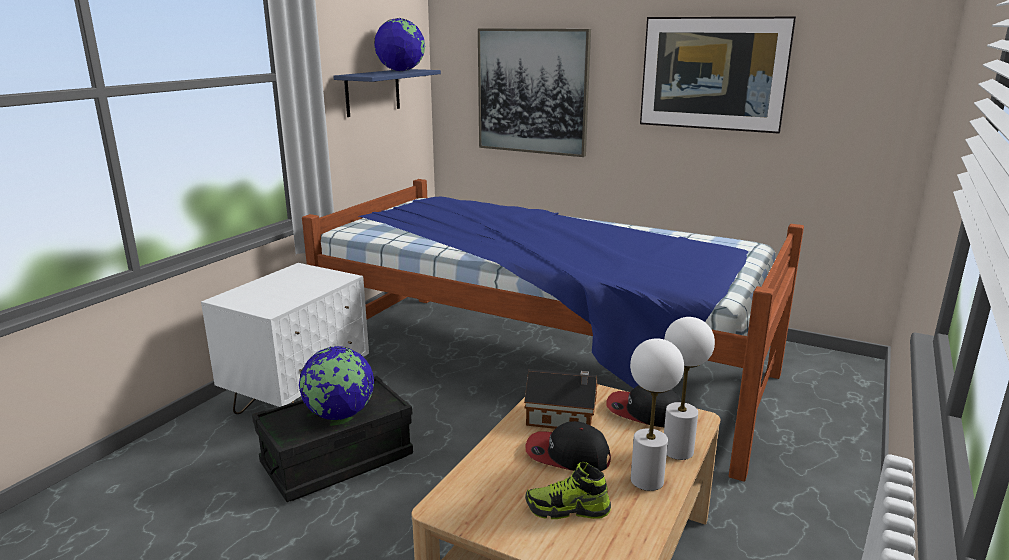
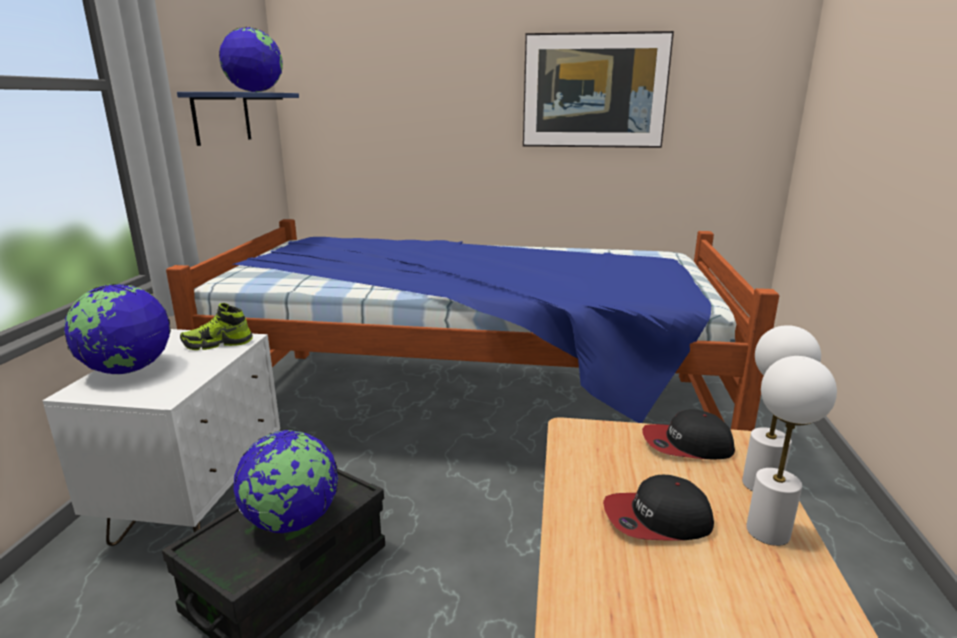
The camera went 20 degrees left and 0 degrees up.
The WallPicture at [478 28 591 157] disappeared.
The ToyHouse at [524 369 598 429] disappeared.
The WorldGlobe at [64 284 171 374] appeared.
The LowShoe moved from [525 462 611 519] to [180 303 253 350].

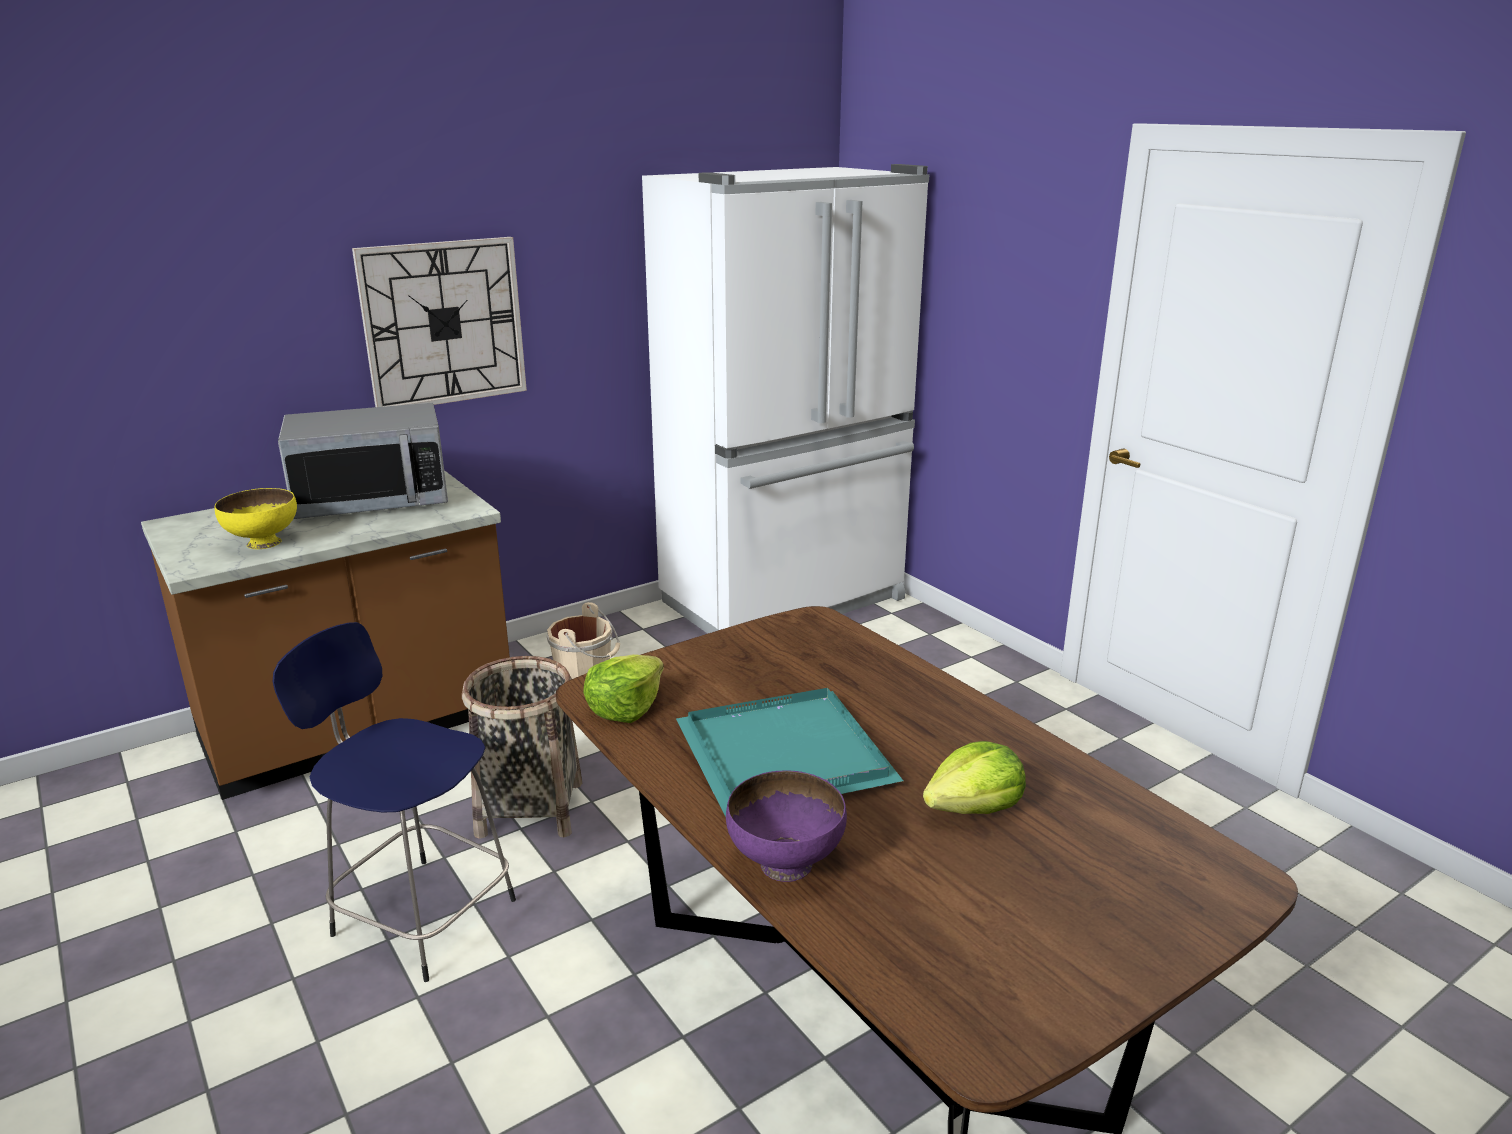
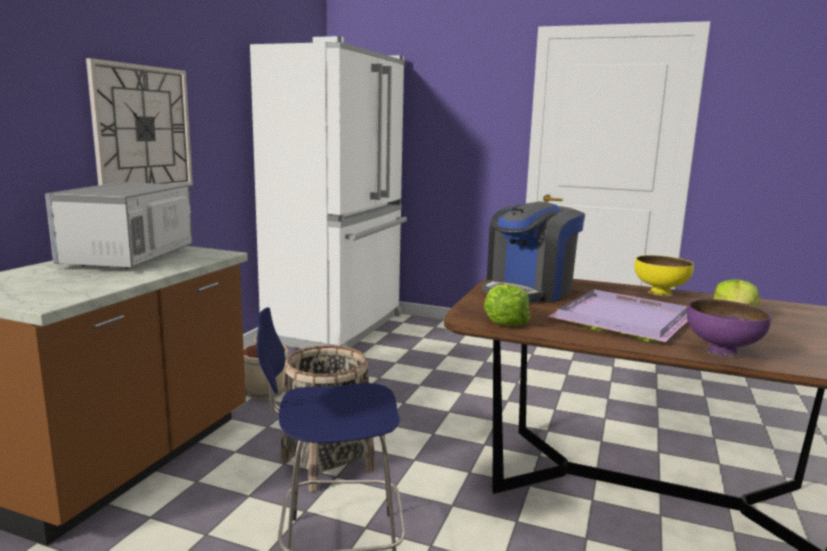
The camera went 35 degrees left and 10 degrees down.
The CoffeeMaker at [482 202 585 303] appeared.
The YellowishBowl moved from [215 488 297 549] to [634 255 694 296].
The TurquoiseColouredCarryingTray at [676 688 903 817] became the PurpleCarryingTray at [547 290 688 342].
The KitchenMicrowave at [278 403 448 519] turned 150 degrees clockwise.

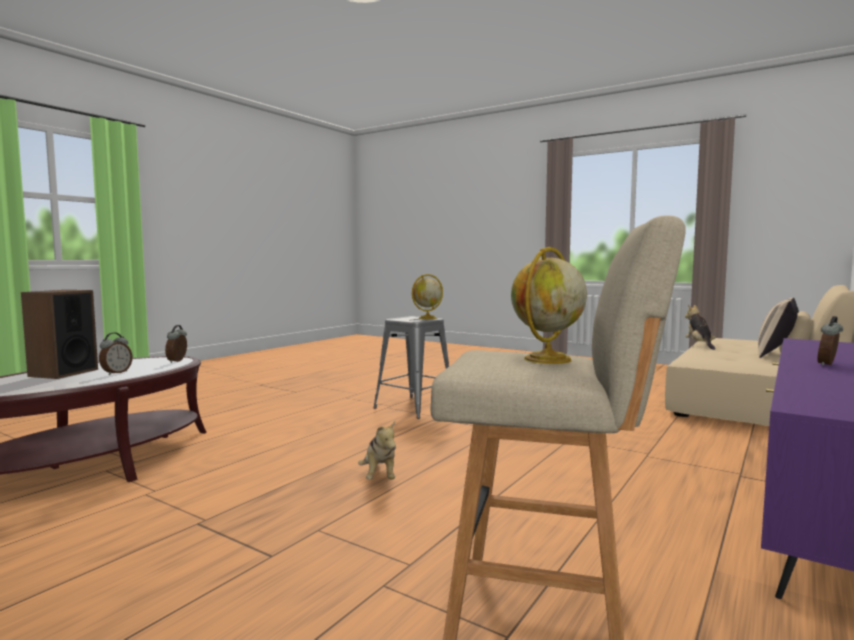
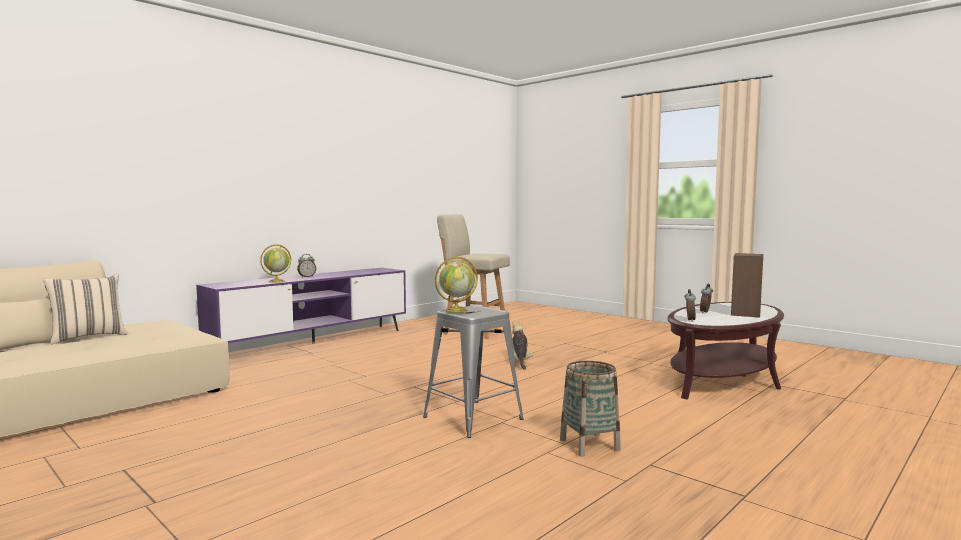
The camera went 170 degrees left and 0 degrees up.
The SoftToy at [685 305 716 350] disappeared.
The HouseholdBasket at [560 361 621 456] appeared.
The WorldGlobe moved from [511 247 587 364] to [260 244 291 283].

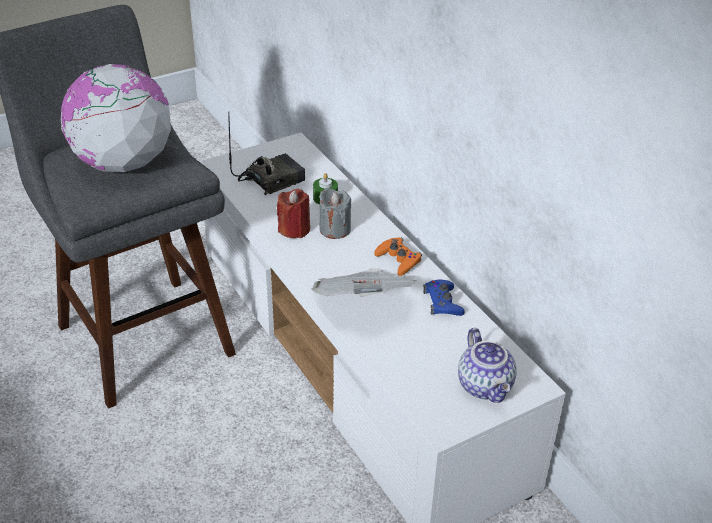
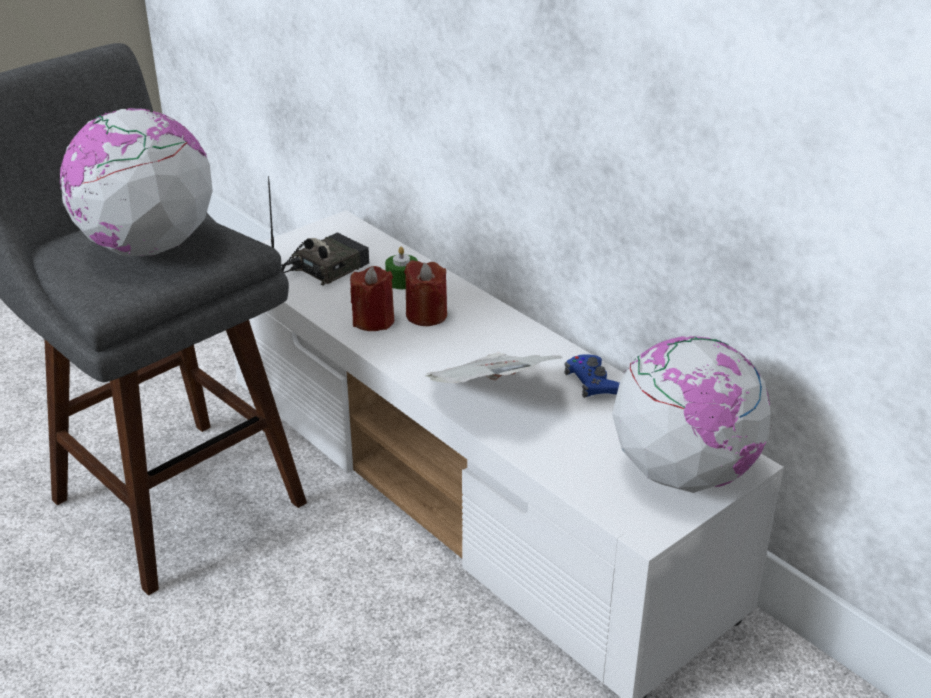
The camera went 10 degrees left and 5 degrees down.
The OrangeColouredJoypad at [374 238 422 276] disappeared.
The Teapot at [458 328 517 403] was replaced by the WorldGlobe at [612 335 772 493].
The GrayWaxLight at [319 188 351 239] became the ReddishWaxLight at [404 260 447 326].

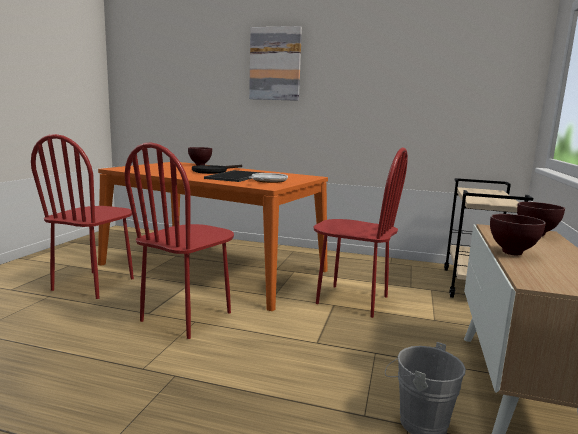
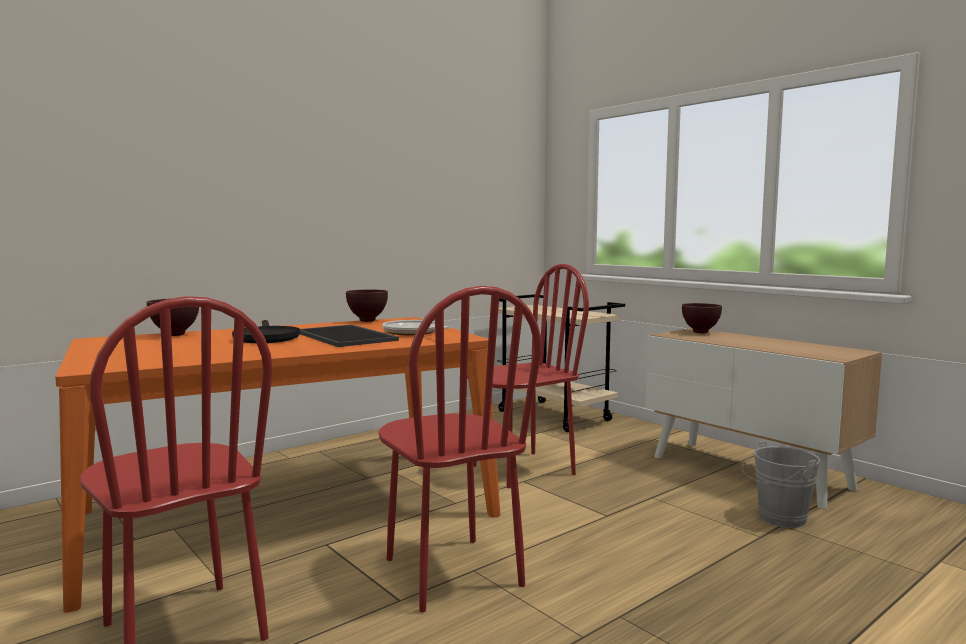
The camera went 55 degrees left and 5 degrees down.
The WallPicture at [249 26 302 101] disappeared.
The BrownishBowl moved from [490 214 546 256] to [346 289 388 322].

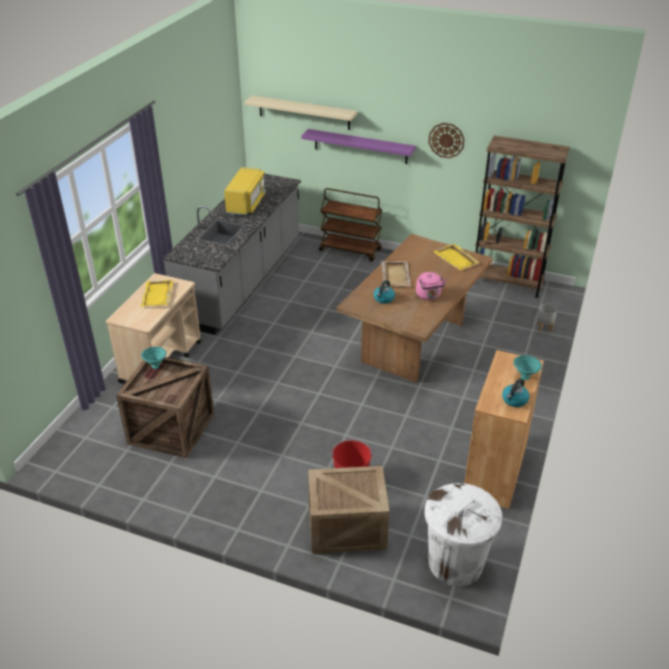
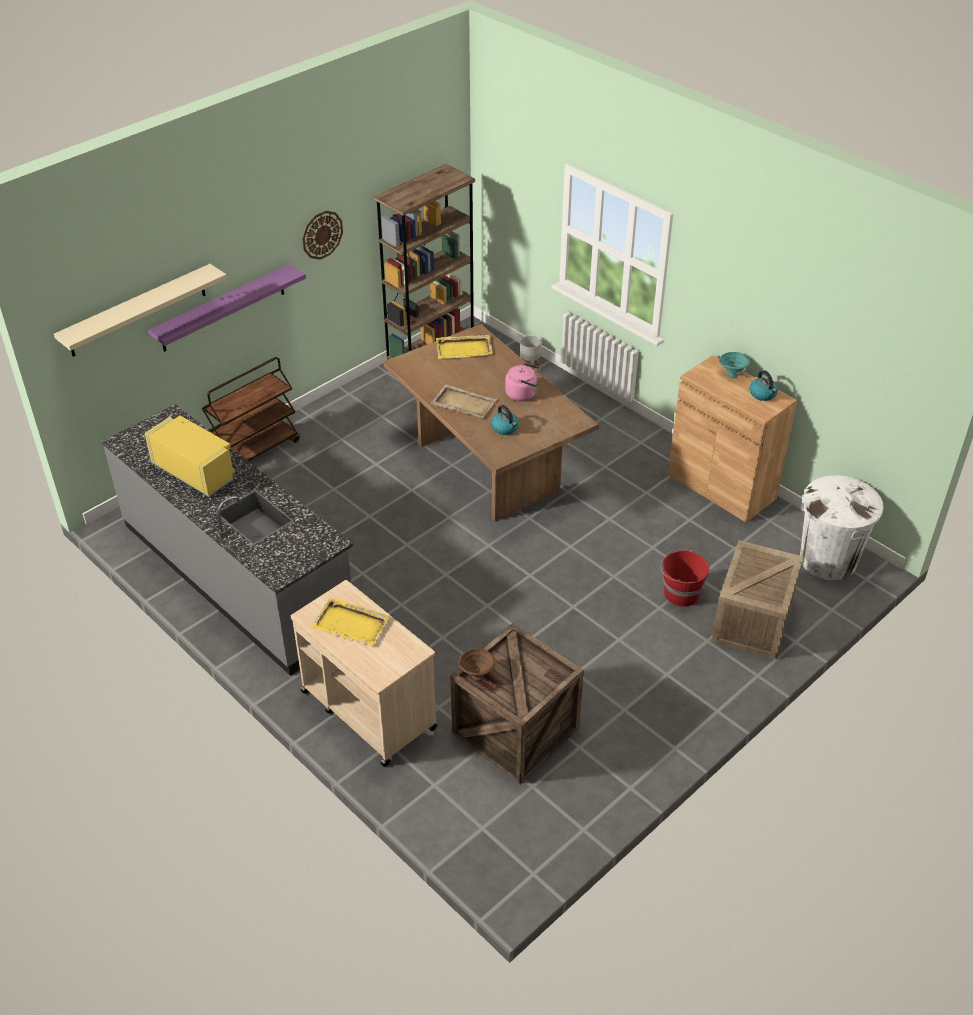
The camera went 65 degrees left and 5 degrees up.
The TurquoiseColouredBowl at [141 347 166 369] became the BrownishBowl at [459 648 495 681].

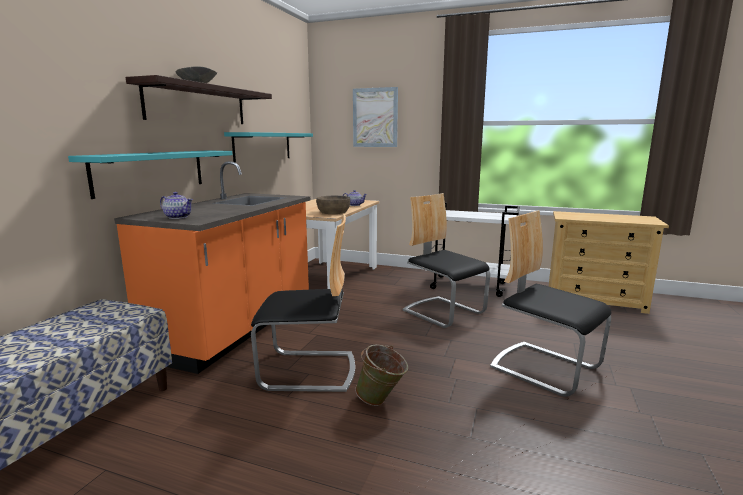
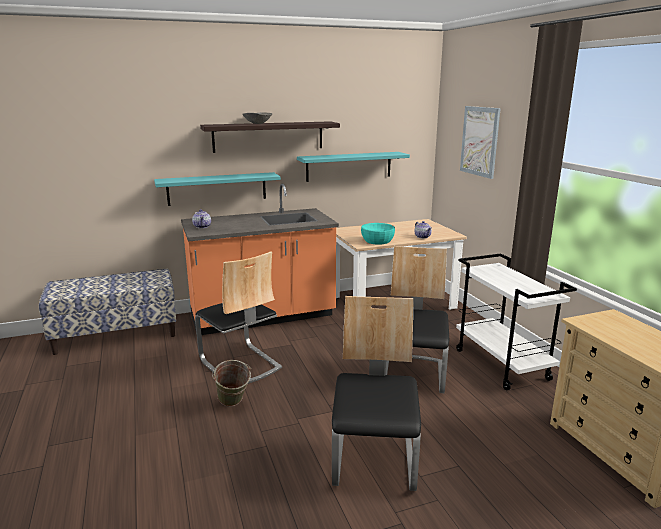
The camera went 50 degrees right and 5 degrees up.
The BrownishBowl at [316 196 350 214] became the TurquoiseColouredBowl at [361 223 395 245].

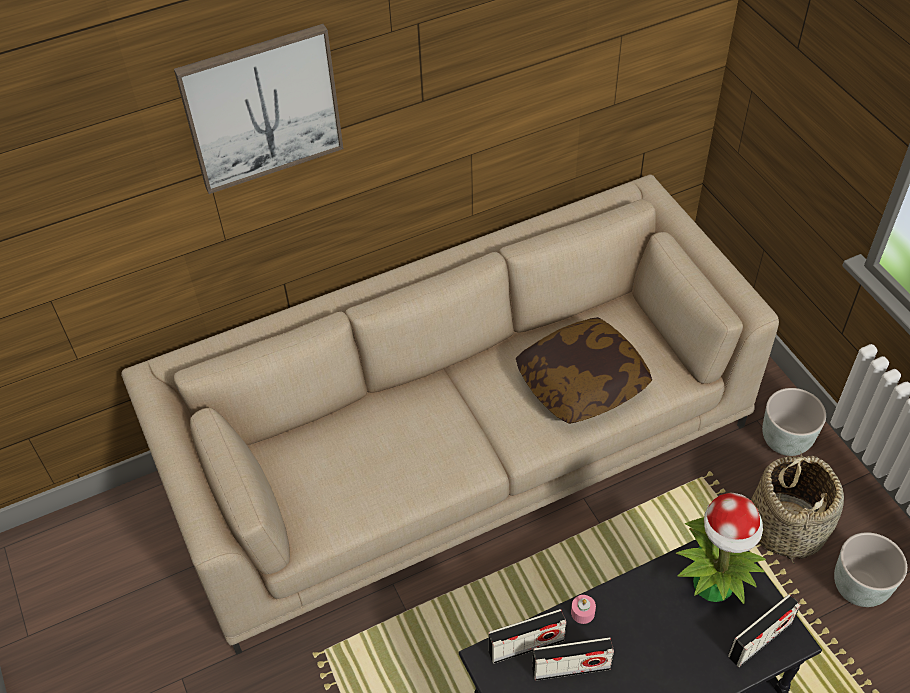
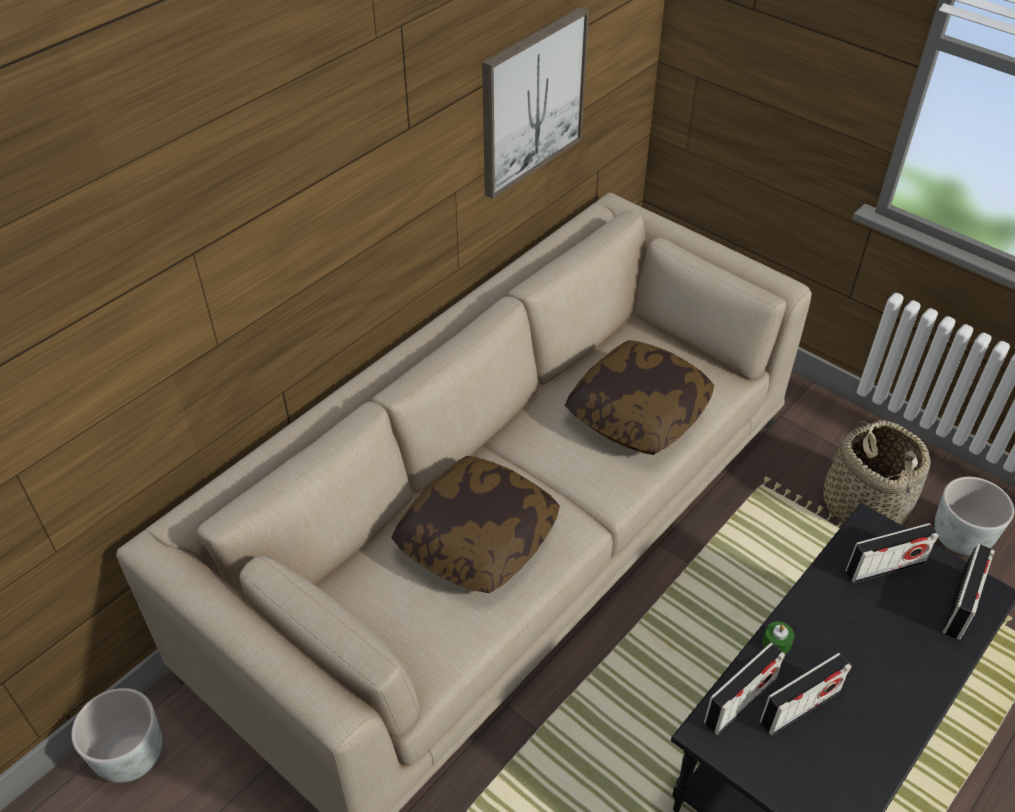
The camera went 25 degrees left and 5 degrees down.
The ThrowPillow at [391 456 560 593] appeared.
The WallPicture moved from [174 24 343 194] to [482 7 589 199].
The GrayPlanter moved from [762 388 826 456] to [72 688 162 783].
The PottedPlant at [676 492 766 604] was replaced by the RadioSet at [846 523 939 583].
The PinkColouredWaxLight at [571 595 596 624] became the GreenColouredWaxLight at [763 622 794 654].

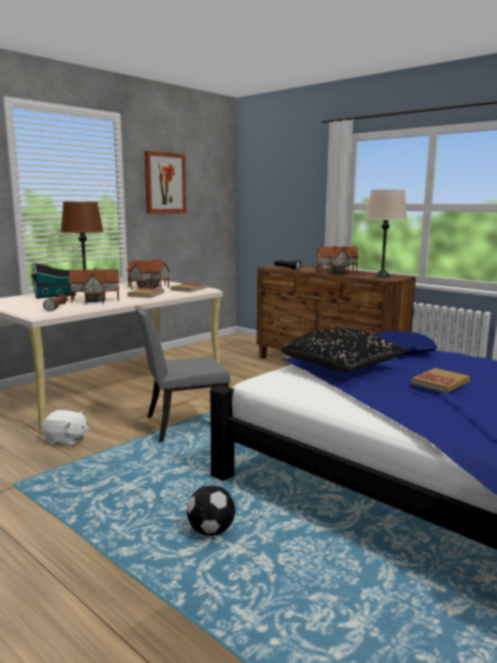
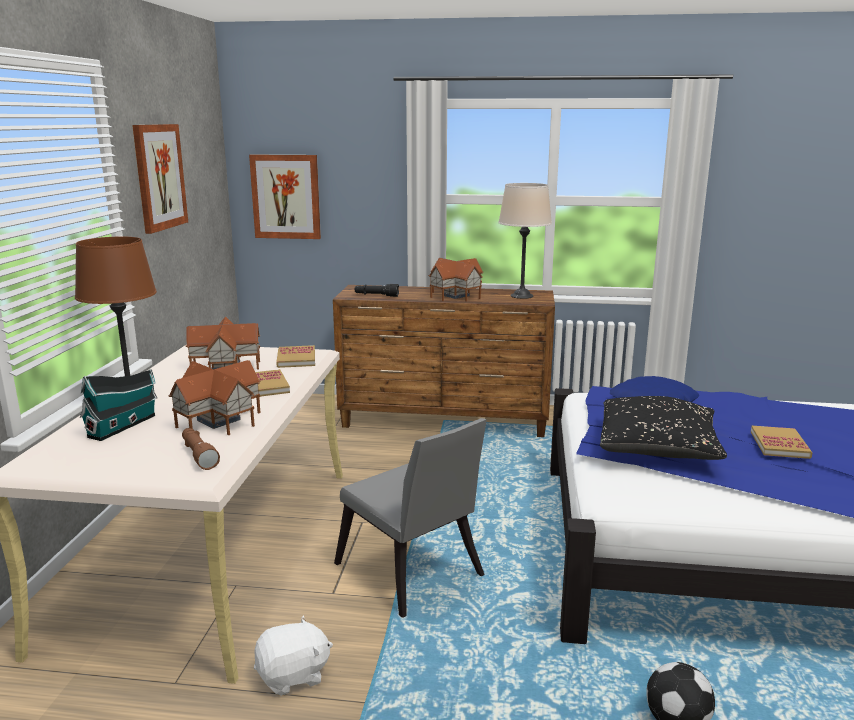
The camera went 35 degrees left and 5 degrees up.
The WallPicture at [249 155 321 239] appeared.
The GrayChair at [135 305 230 442] turned 75 degrees counterclockwise.

